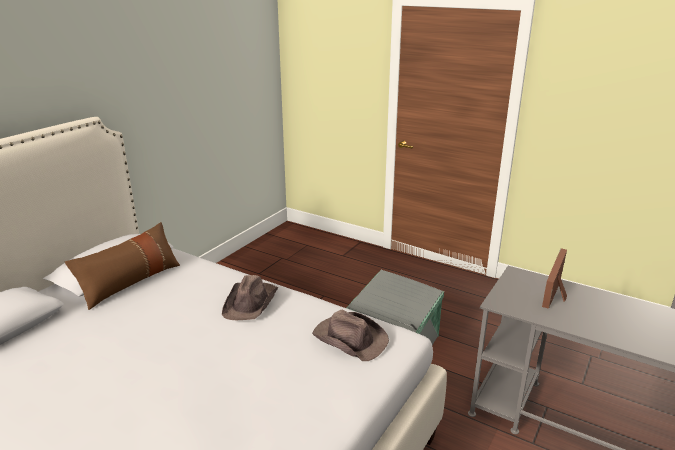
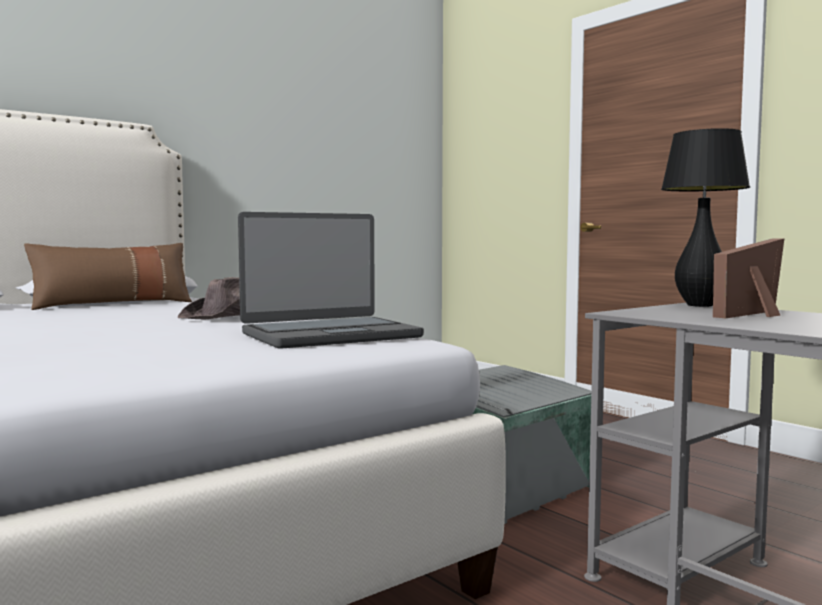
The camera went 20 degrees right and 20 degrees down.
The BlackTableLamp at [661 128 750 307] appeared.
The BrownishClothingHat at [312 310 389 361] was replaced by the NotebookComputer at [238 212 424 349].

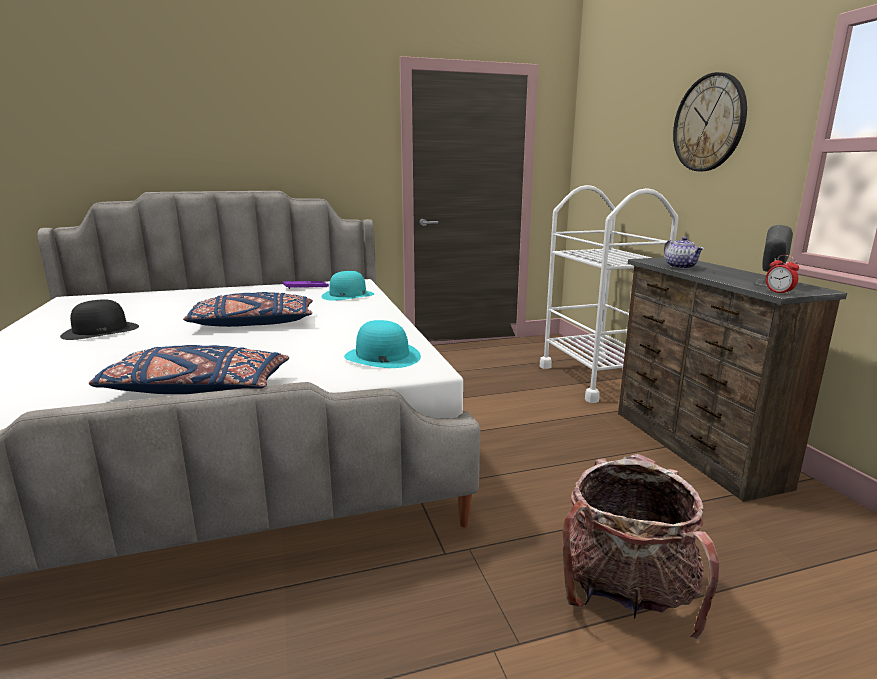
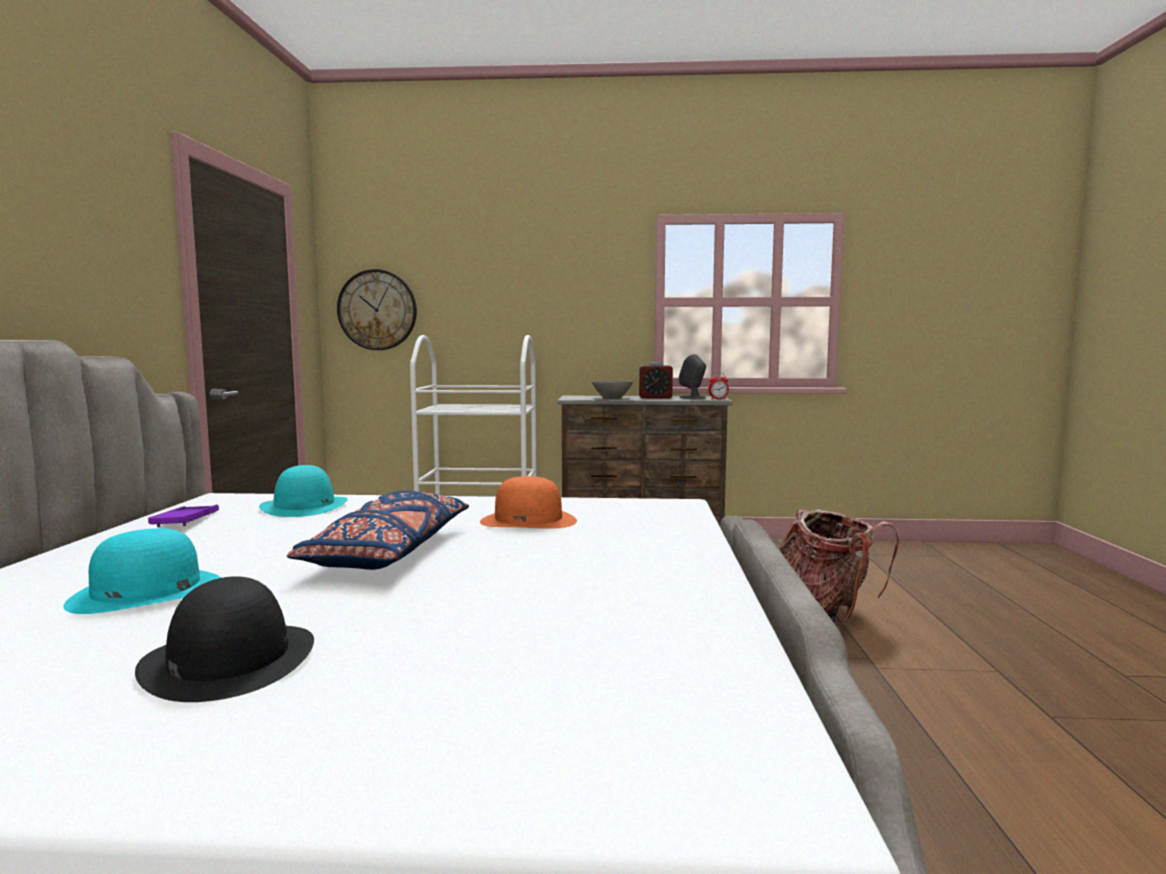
The camera went 70 degrees left and 10 degrees down.
The BluishThrowPillow at [89 345 289 394] disappeared.
The OrangeColouredClothingHat at [480 476 577 529] appeared.
The TableClock at [639 362 673 398] appeared.
The TurquoiseColouredClothingHat moved from [344 320 421 368] to [63 528 221 614].
The WallClock moved from [673 72 747 171] to [337 269 417 350].
The Teapot at [664 237 704 269] was replaced by the GrayBowl at [592 381 633 399].

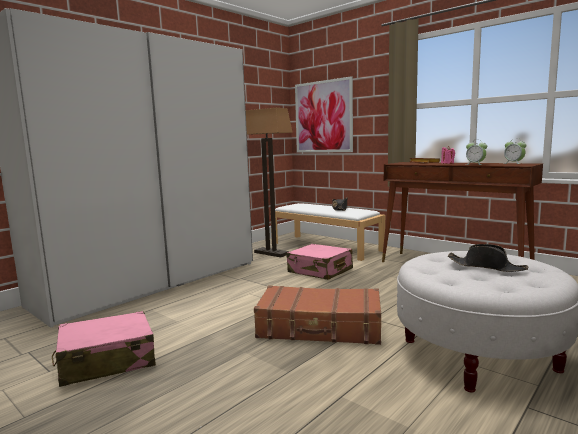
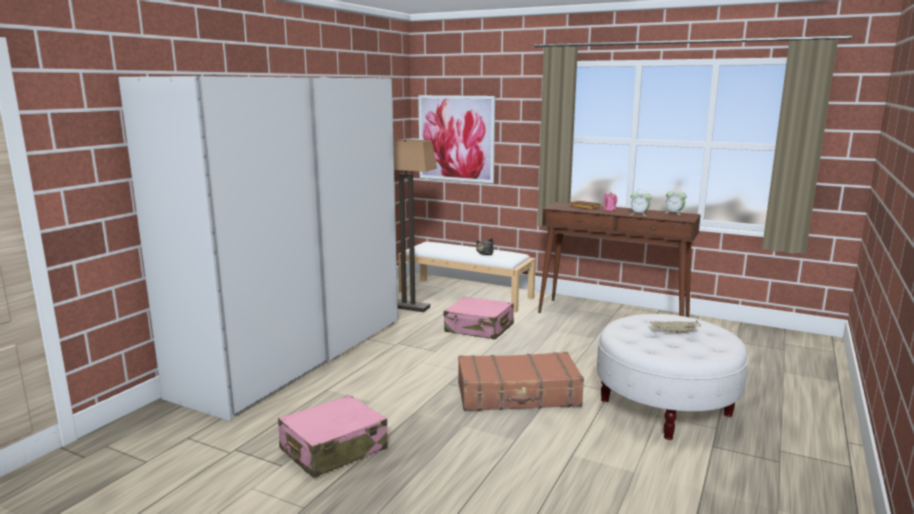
The camera went 15 degrees left and 5 degrees up.
The BlackClothingHat at [448 244 528 272] was replaced by the SandColouredCarryingTray at [650 321 701 334].

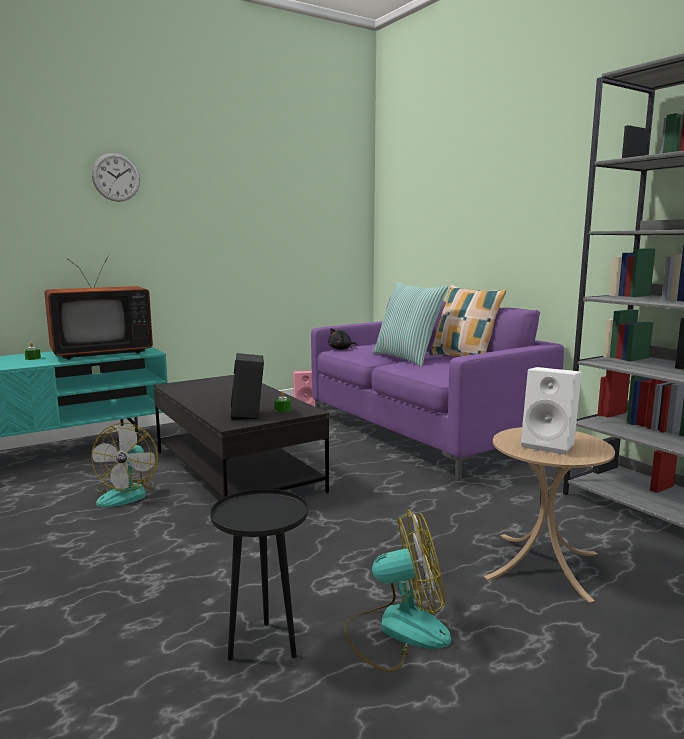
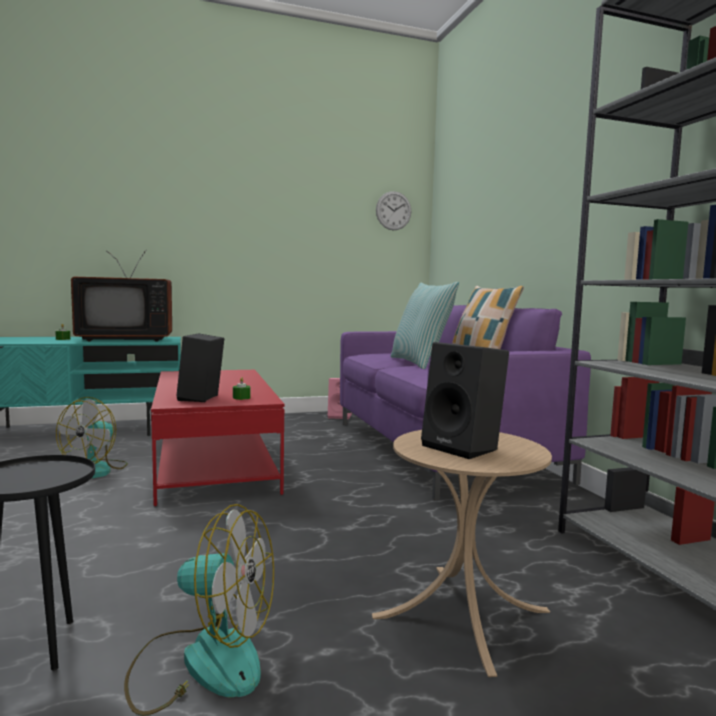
The camera went 15 degrees right and 5 degrees down.
The BlackSoftToy at [328 328 357 350] disappeared.
The WallClock moved from [92 153 140 202] to [376 191 411 230].
The BlackLowTable at [153 375 329 498] became the ReddishLowTable at [151 370 284 506].
The WhiteColouredAudioSpeaker at [521 367 582 455] became the BlackAudioSpeaker at [421 342 509 459].

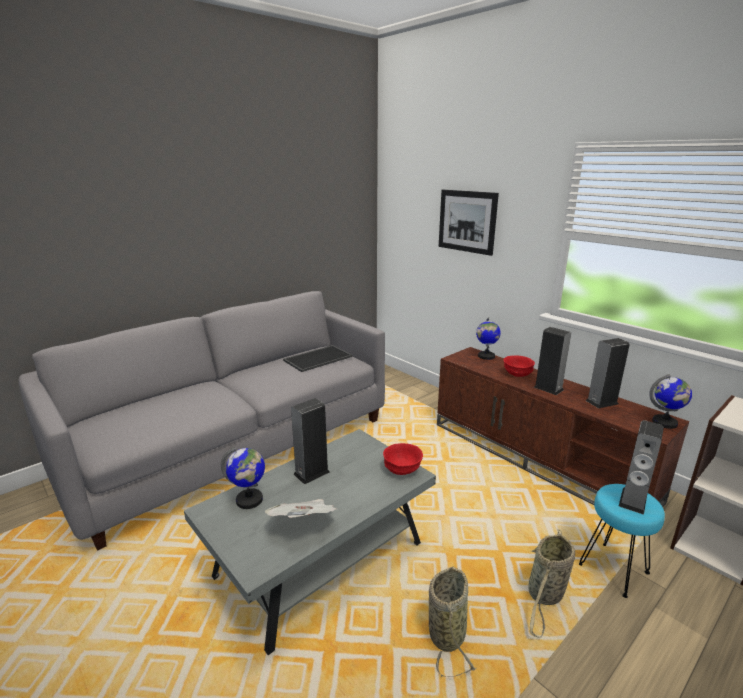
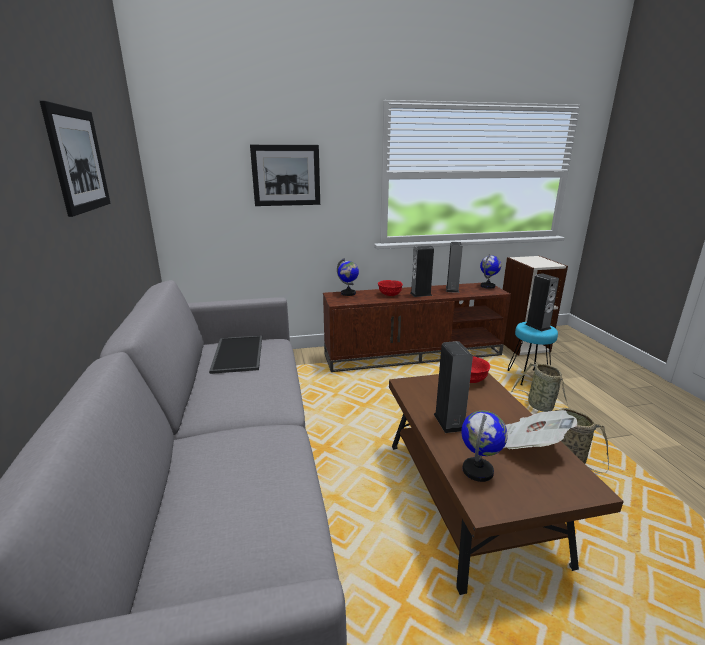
The camera went 60 degrees left and 0 degrees up.
The WallPicture at [40 100 111 217] appeared.
The GrayLowTable at [184 429 436 655] became the BrownishLowTable at [389 372 624 595].

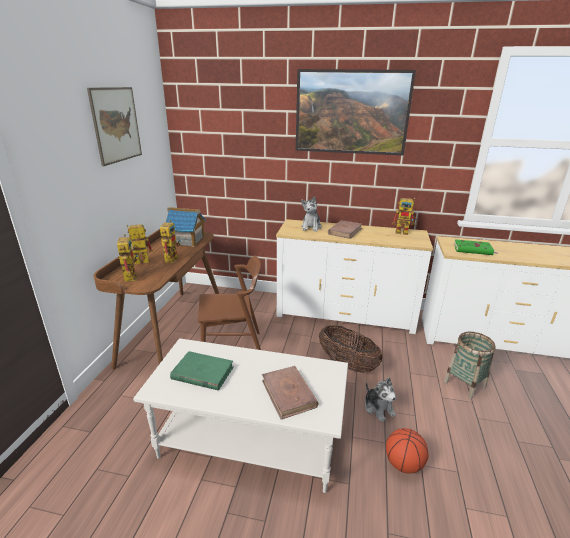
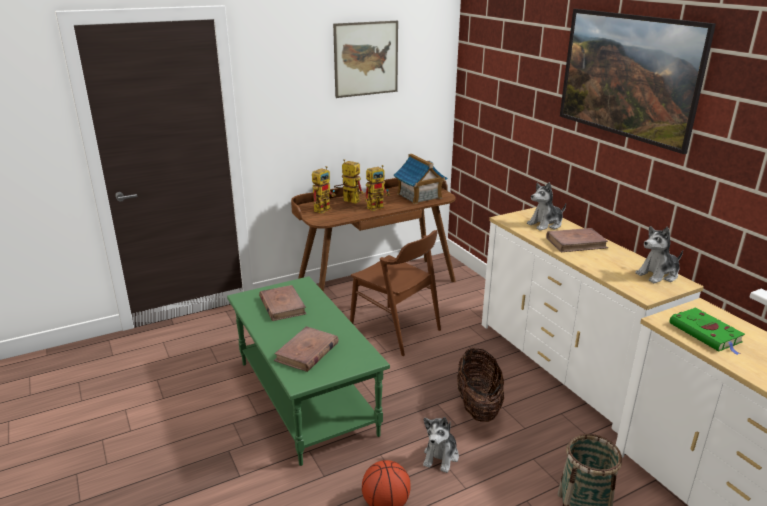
The camera went 50 degrees right and 0 degrees up.
The ModelRobot at [392 198 417 235] was replaced by the SoftToy at [635 226 683 283].
The WhiteColouredLowTable at [133 338 348 493] became the GreenColouredLowTable at [227 276 390 466].
The GreenColouredVolume at [170 351 234 391] became the BrownishVolume at [259 285 306 321].

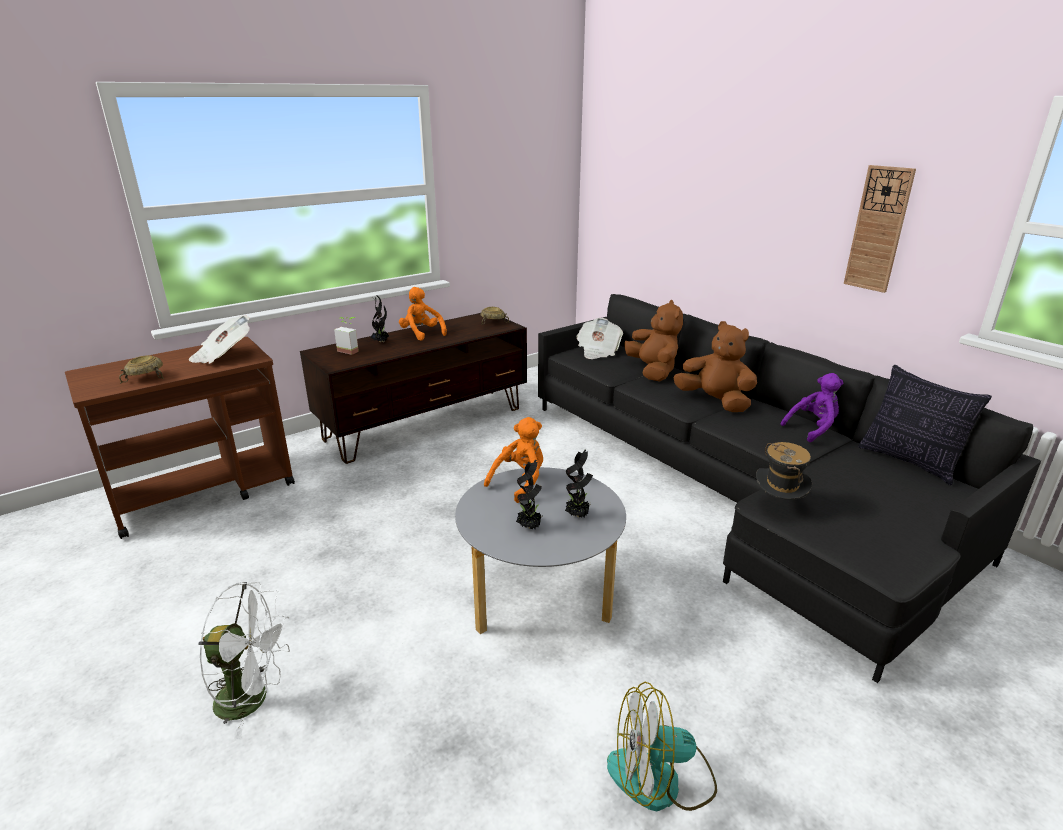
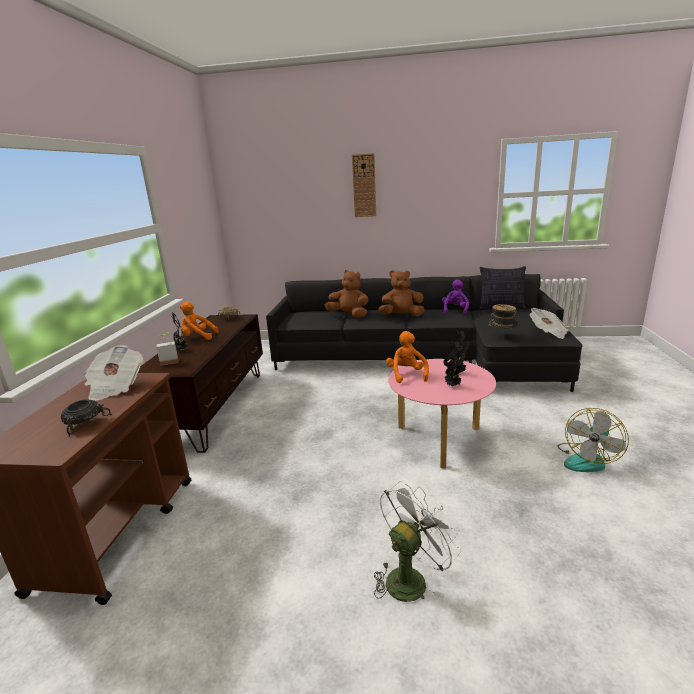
The camera went 45 degrees left and 5 degrees down.
The PrintedPaper moved from [576 318 623 359] to [529 308 569 339].
The WallClock moved from [844 165 916 293] to [352 153 376 217].
The SandColouredBowl at [119 355 164 384] became the BlackBowl at [61 400 112 437].
The GrayLowTable at [455 467 626 634] became the PinkColouredLowTable at [388 359 496 468].

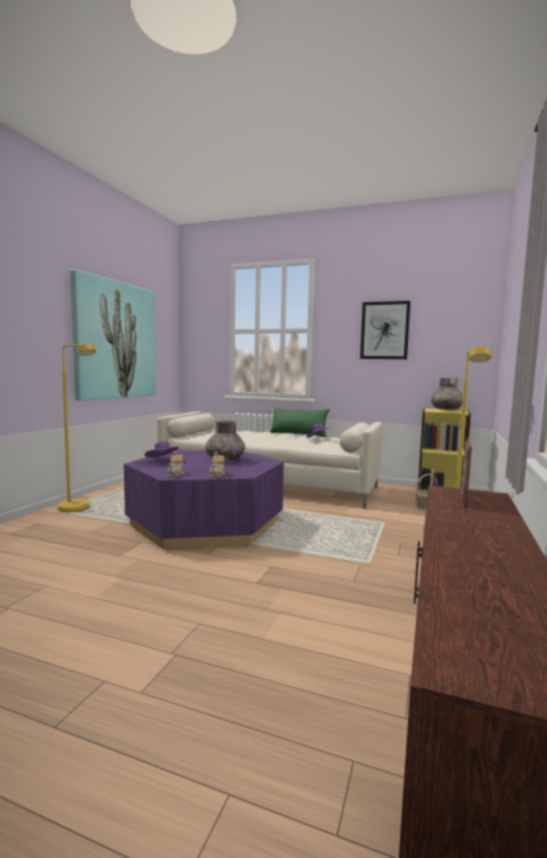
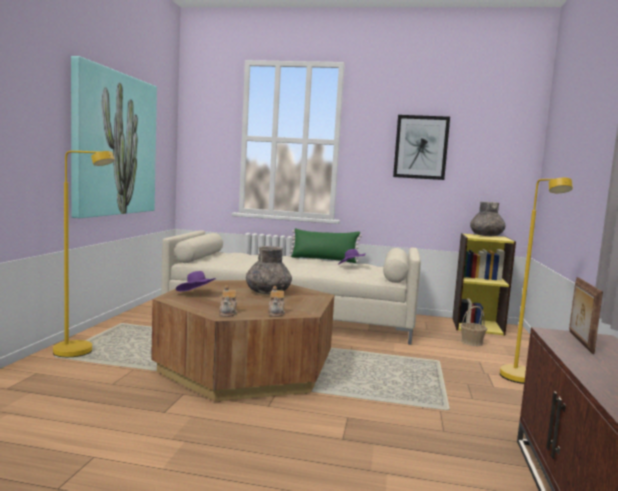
The camera went 10 degrees left and 0 degrees up.
The PurpleLowTable at [124 450 284 549] became the BrownishLowTable at [151 280 334 402].

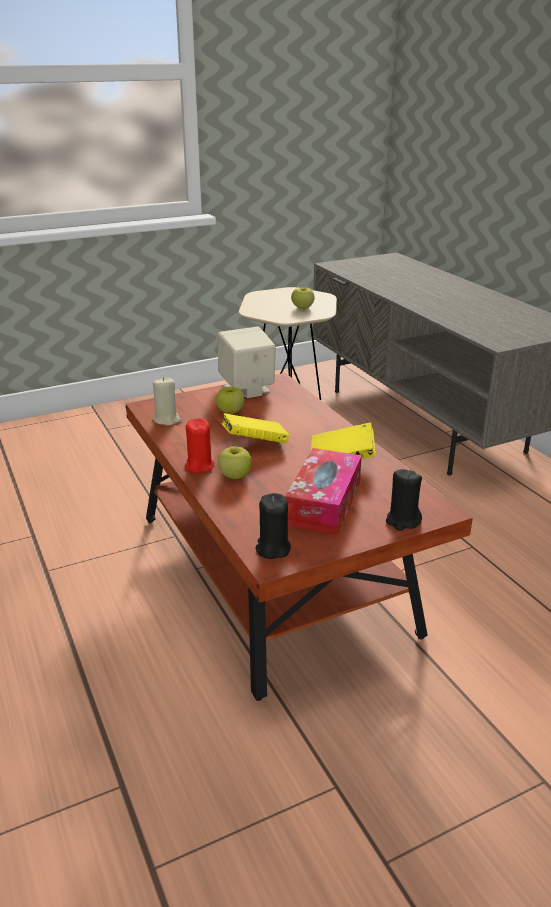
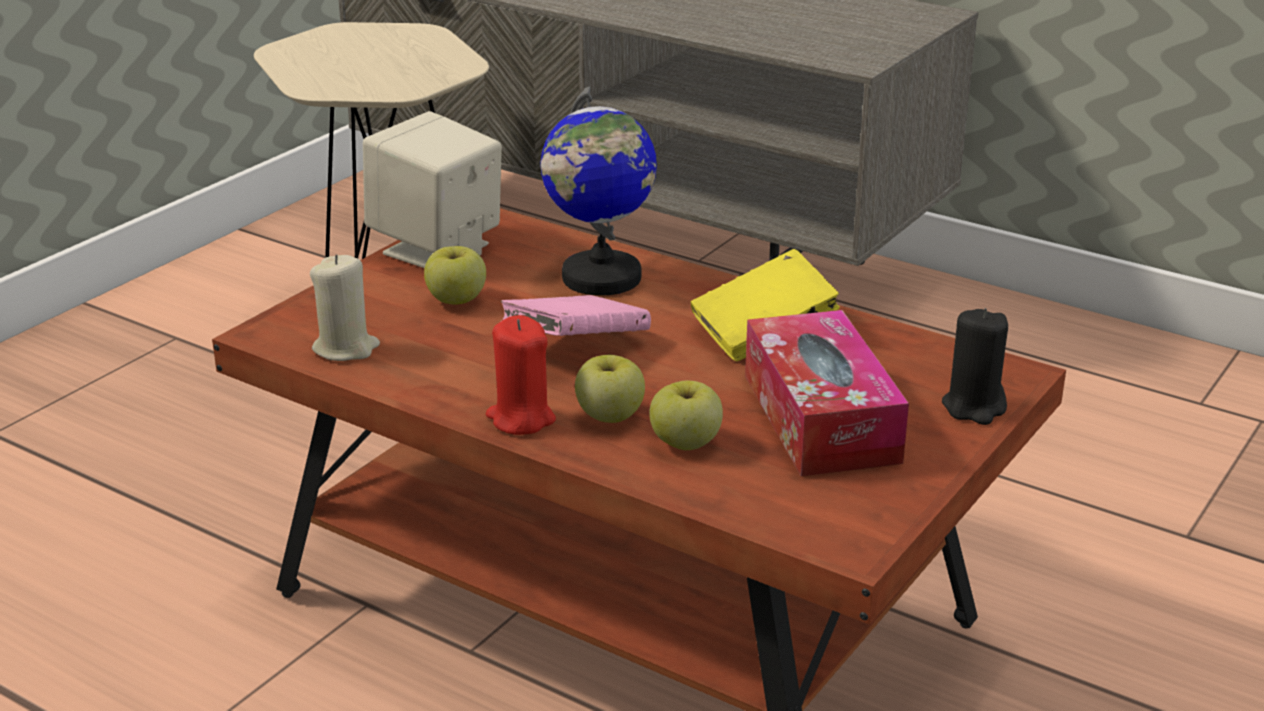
The camera went 30 degrees left and 0 degrees up.
The BlackWaxLight at [256 493 291 559] disappeared.
The WorldGlobe at [541 86 657 296] appeared.
The AppleFruit moved from [291 288 315 309] to [649 381 723 450].
The YellowishVolume at [222 413 289 443] became the PinkColouredVolume at [500 295 651 336].

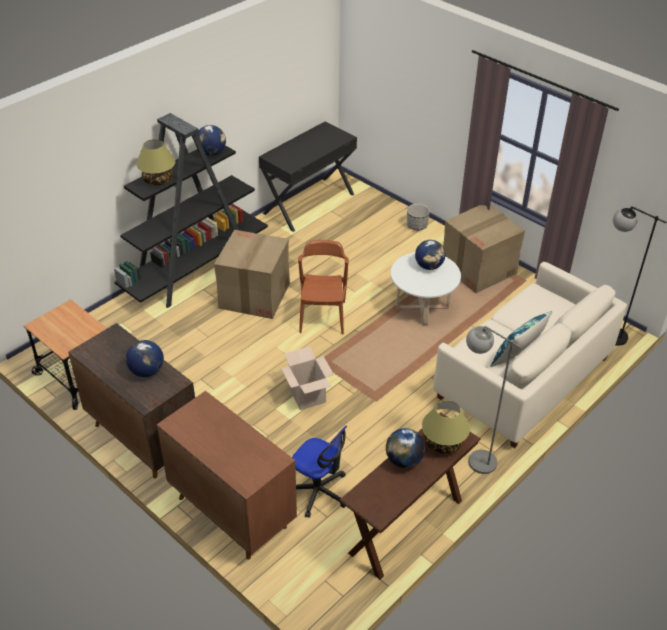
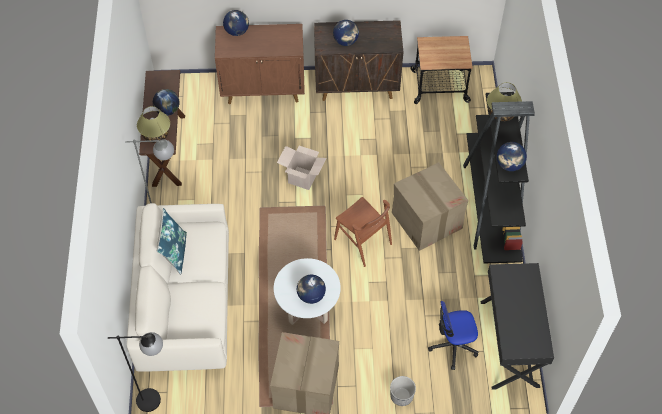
The camera went 135 degrees right and 15 degrees up.
The WorldGlobe at [223 10 249 36] appeared.
The ComputerChair moved from [292 426 347 518] to [428 301 478 370].

